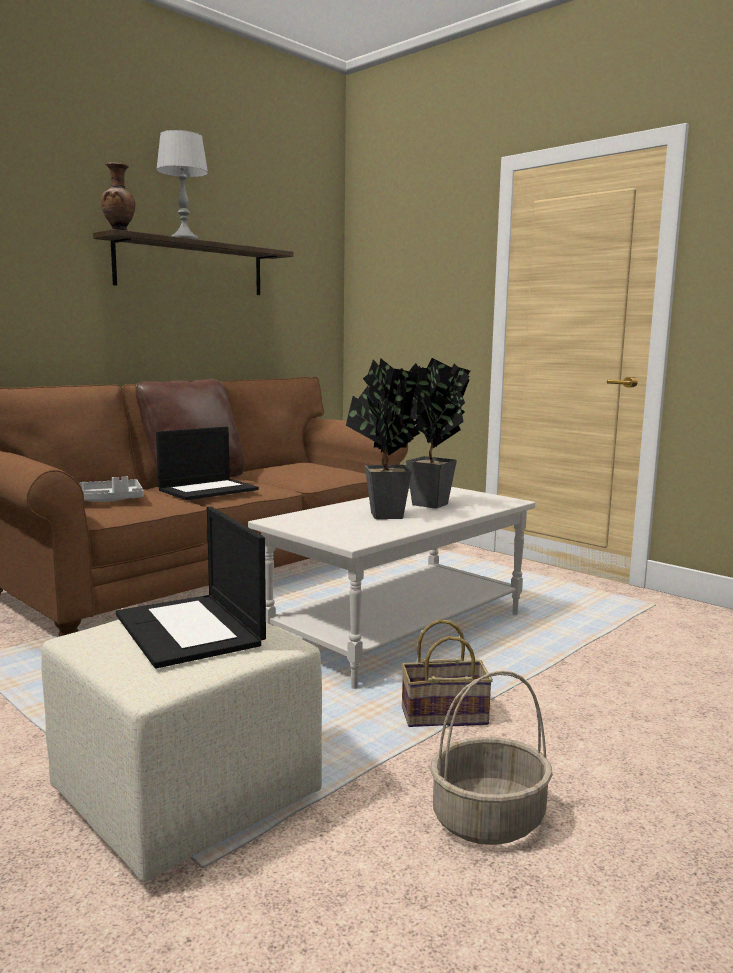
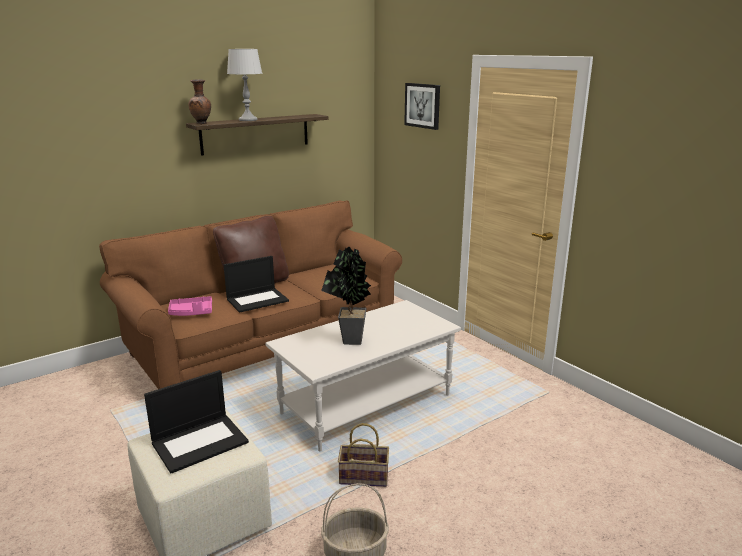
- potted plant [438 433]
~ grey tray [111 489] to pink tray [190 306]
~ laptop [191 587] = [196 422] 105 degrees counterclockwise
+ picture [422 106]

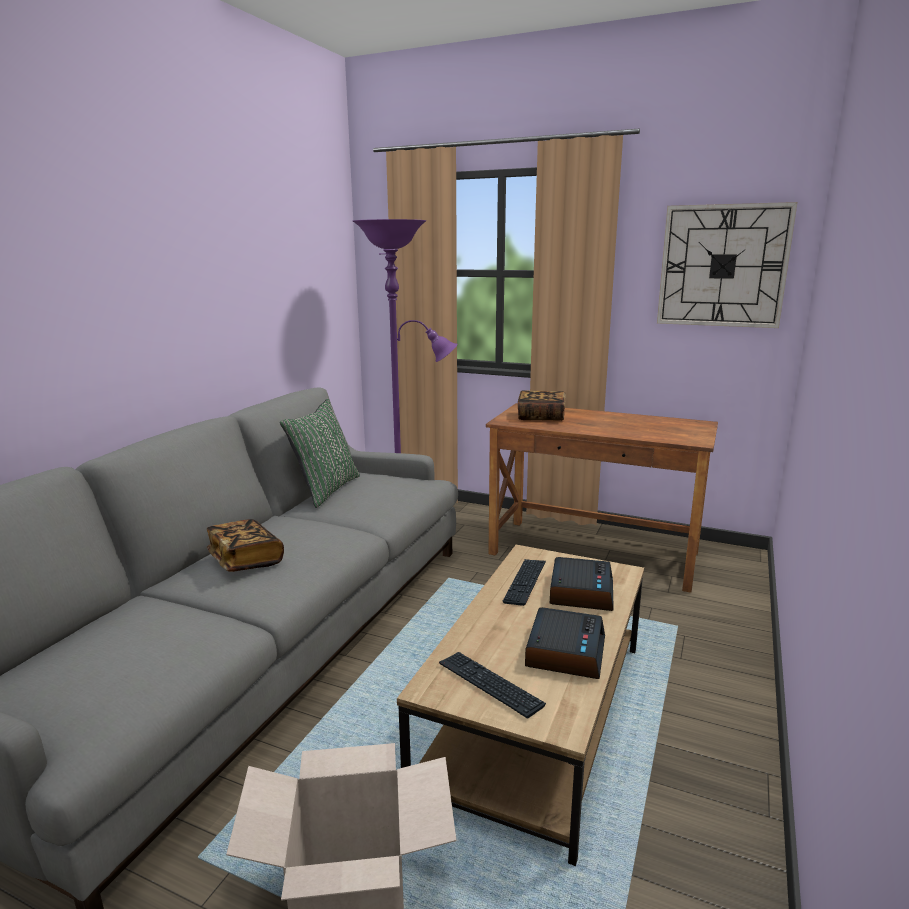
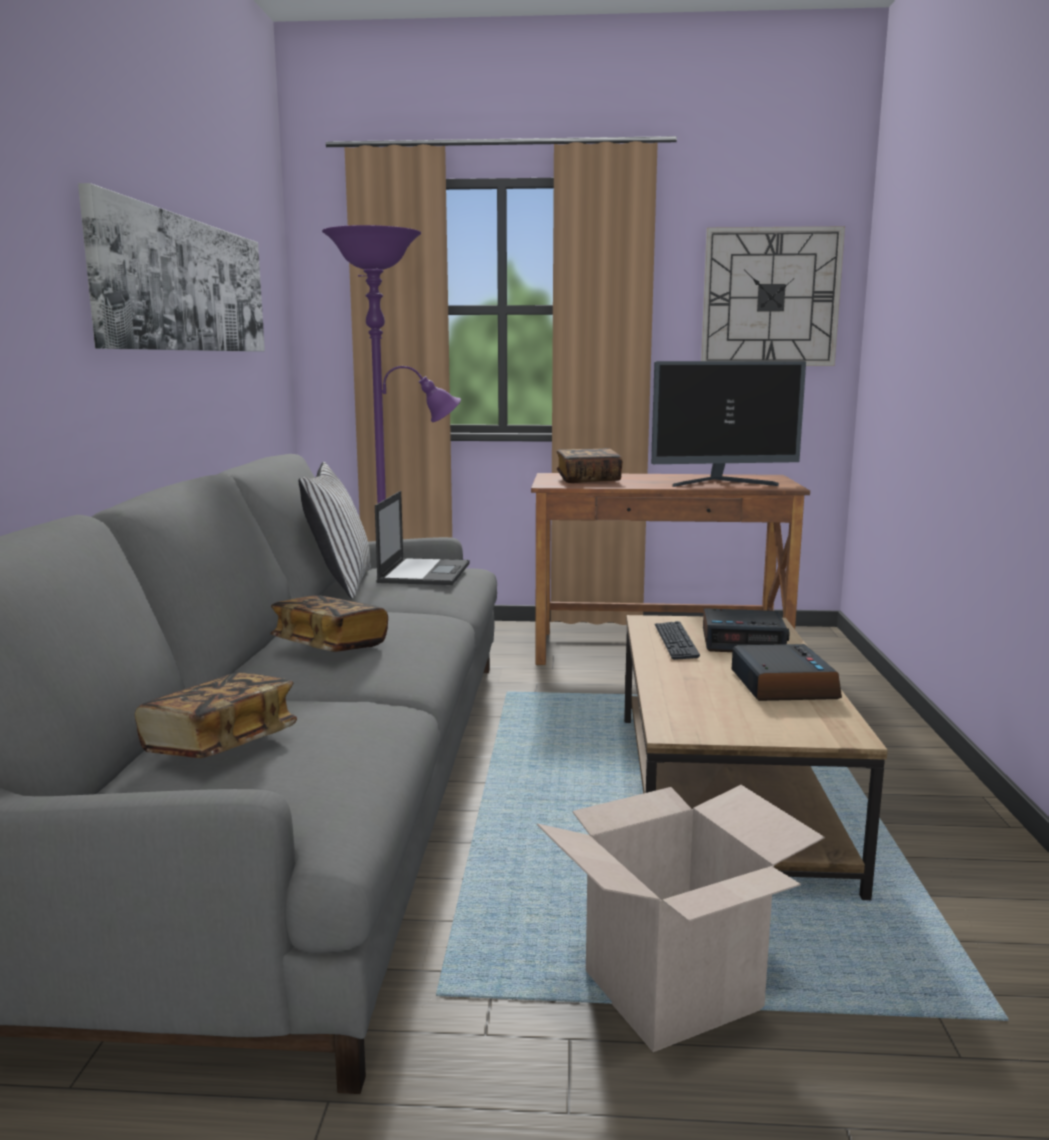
~ green pillow [320 453] to white pillow [335 530]
~ alarm clock [582 584] = [746 630] 105 degrees clockwise
- keyboard [492 685]
+ picture [171 267]
+ monitor [728 424]
+ laptop [422 538]
+ book [216 715]

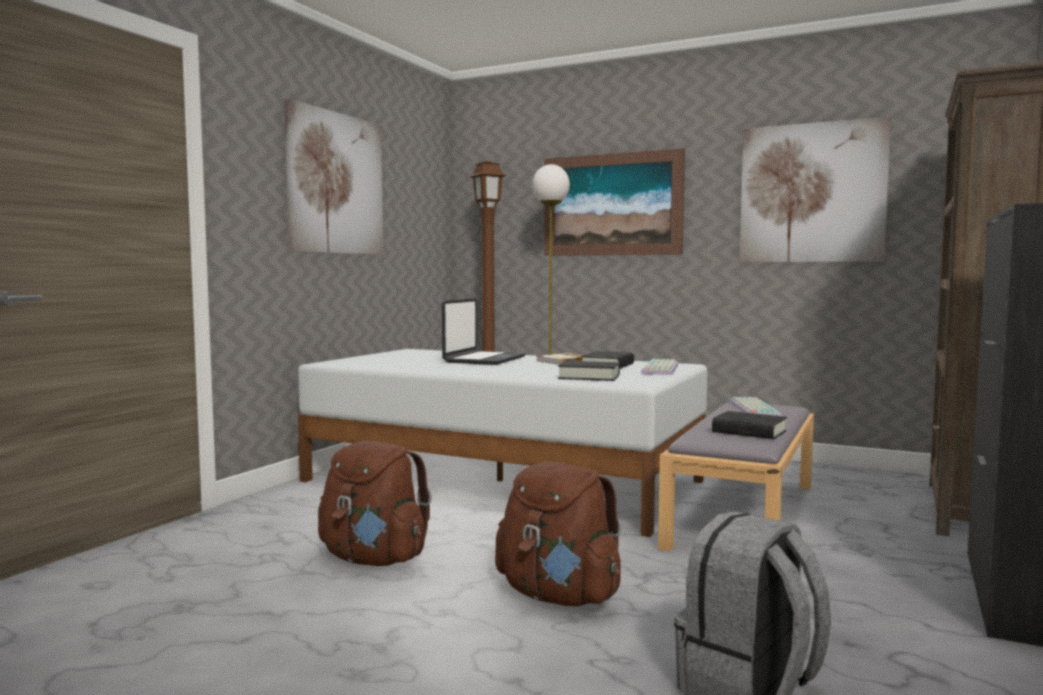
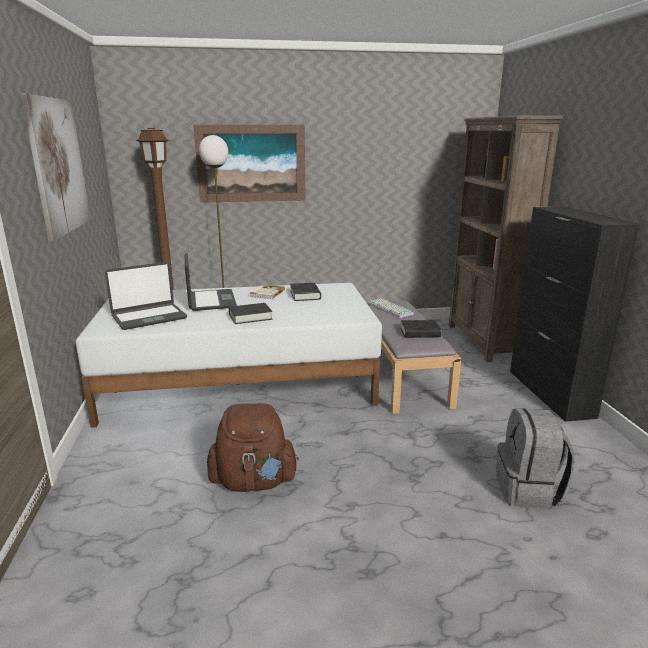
- picture [815 189]
- keyboard [659 367]
~ black book [589 371] to [251 313]
- brown backpack [558 534]
+ laptop [146 296]

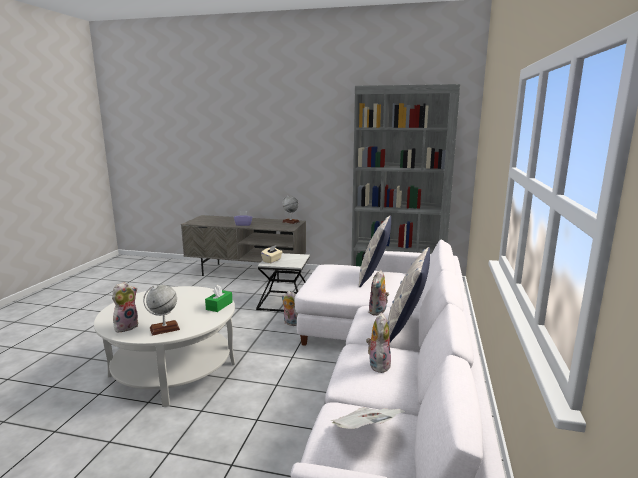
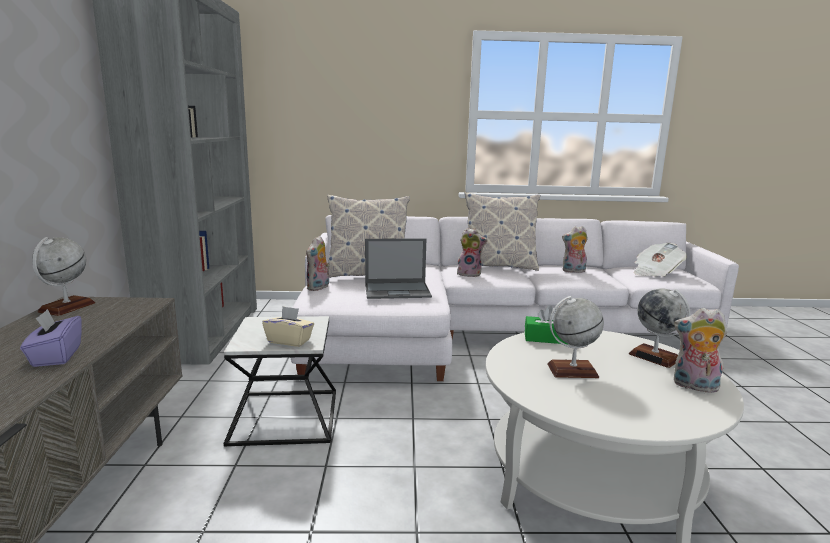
~ plush toy [290 308] to [318 263]
+ laptop [398 268]
+ globe [575 337]

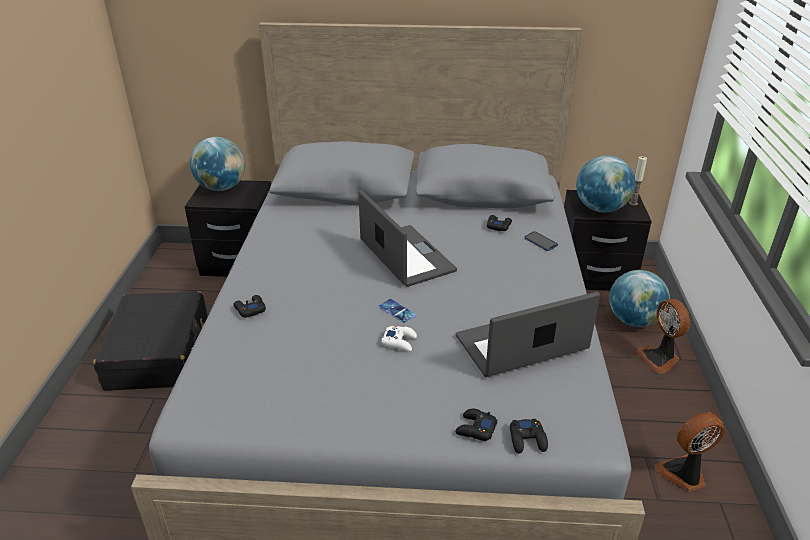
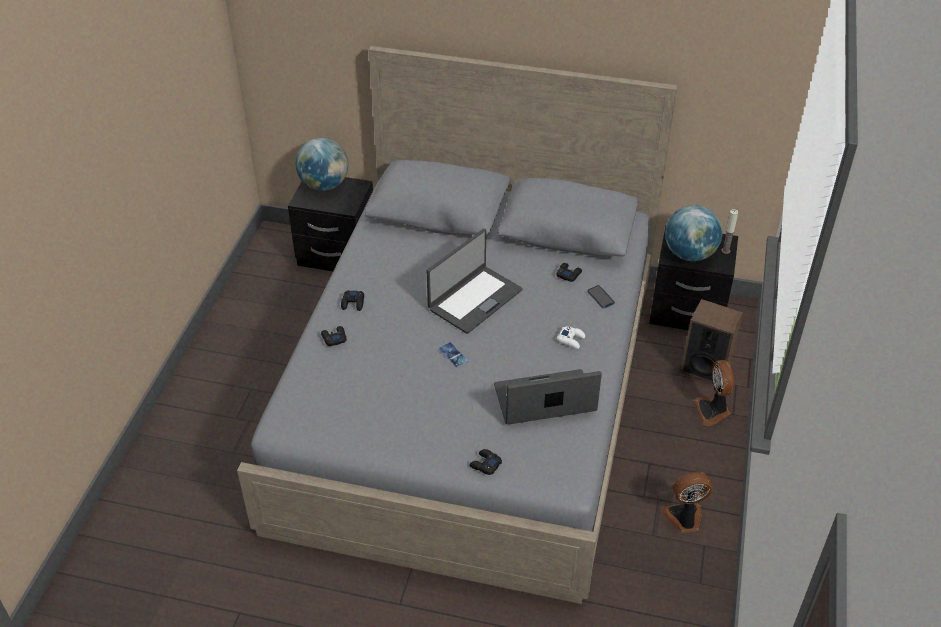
~ laptop [407 238] = [475 281] 60 degrees clockwise
~ globe [639 298] to speaker [711 341]
- black suitcase [150 341]
~ white game controller [399 339] to [571 337]
~ black game controller [529 436] to [352 300]

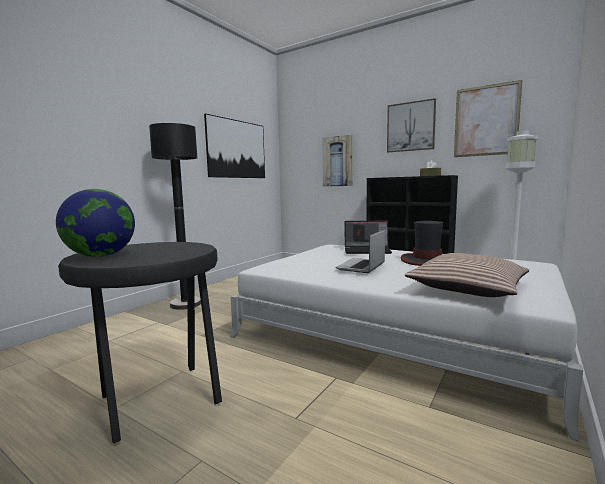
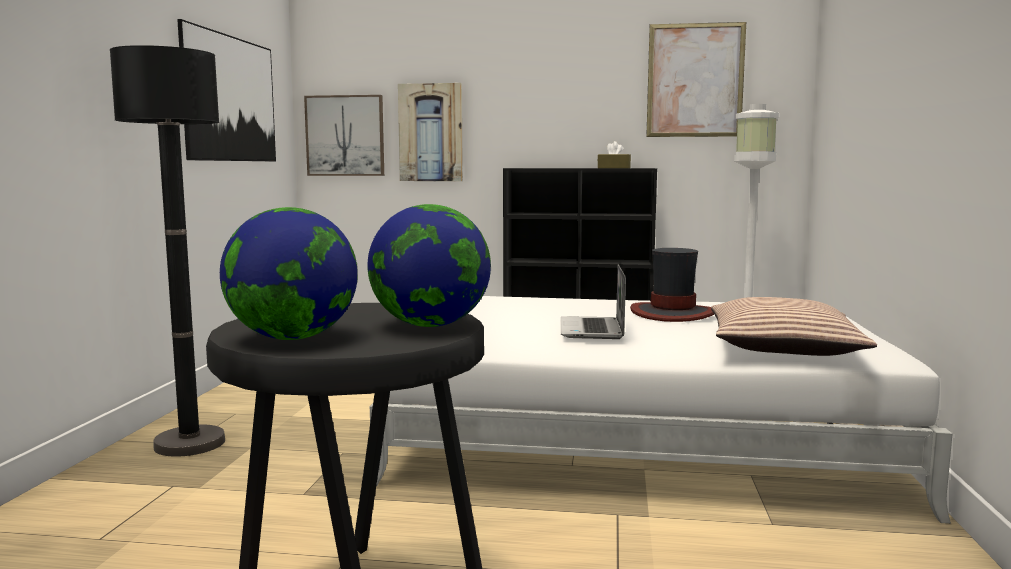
~ picture [411 125] to [344 135]
- laptop [368 237]
+ globe [429 265]

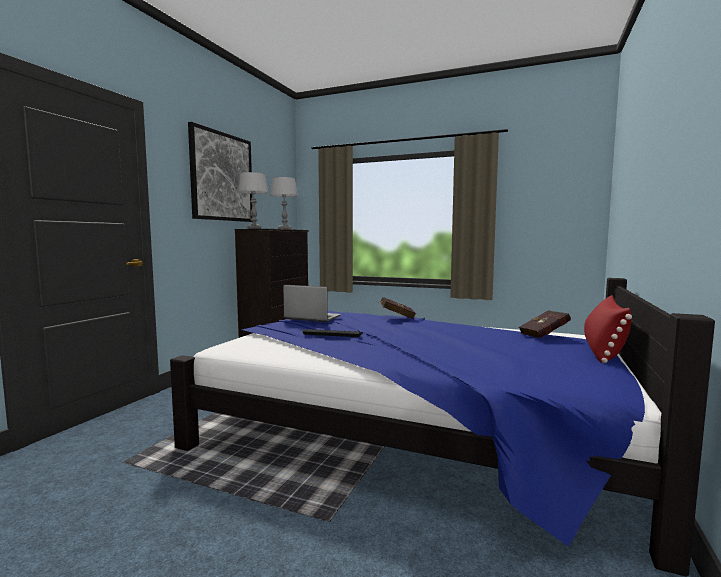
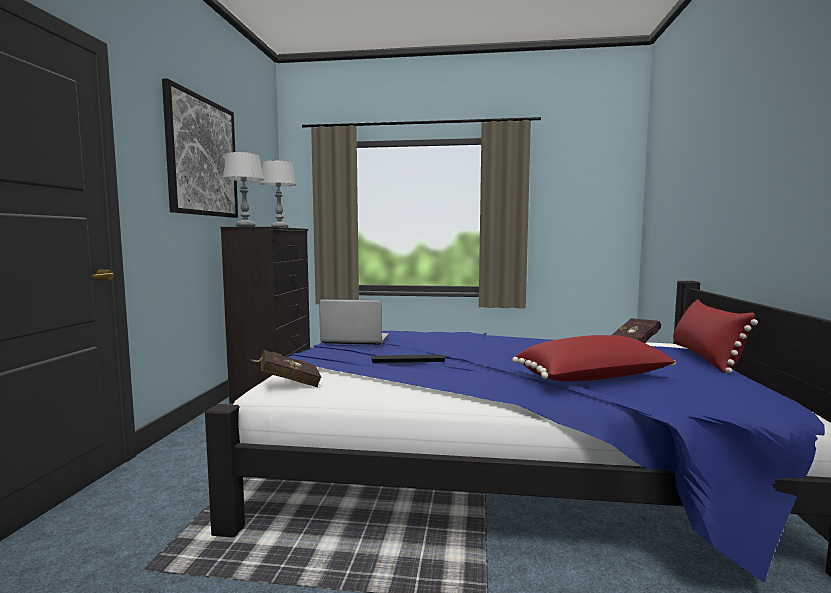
~ red book [397 308] to [287 368]
+ red pillow [594 358]

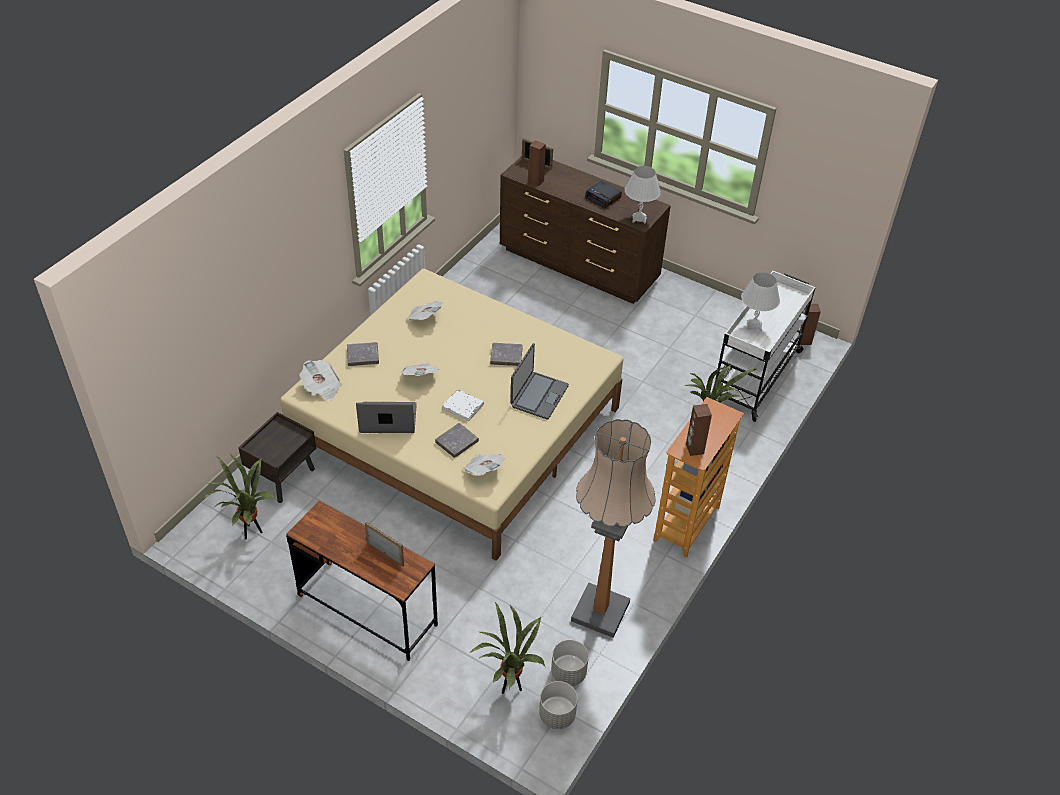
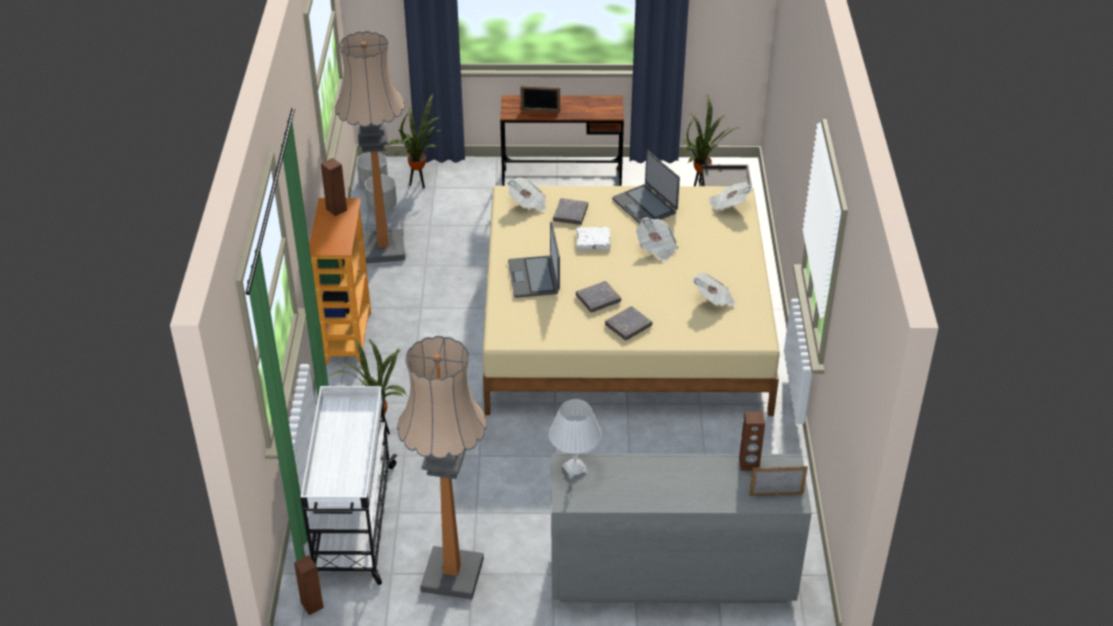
~ brown dresser [585 230] to grey dresser [681 528]
- alarm clock [603 194]
- white table lamp [760 301]
~ grey book [363 354] to [628 323]
~ laptop [386 417] = [646 187] 90 degrees clockwise
+ floor lamp [442 467]

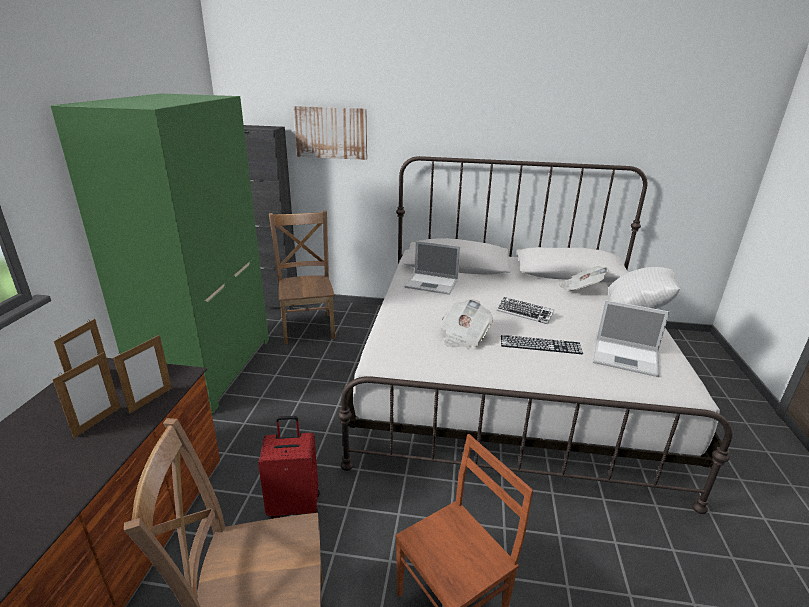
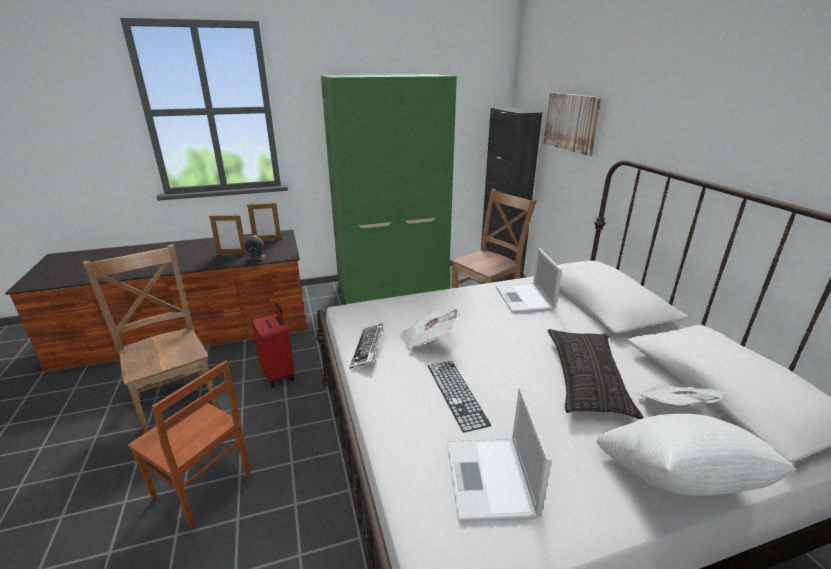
~ keyboard [525 310] to [366 346]
~ picture frame [142 374] to alarm clock [255 247]
+ pillow [596 374]

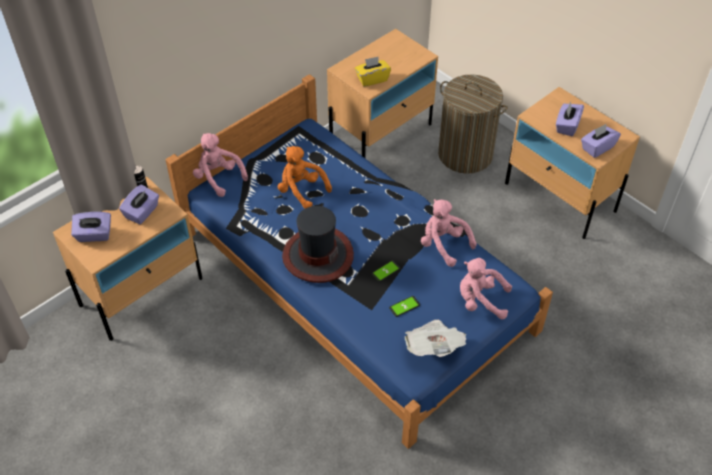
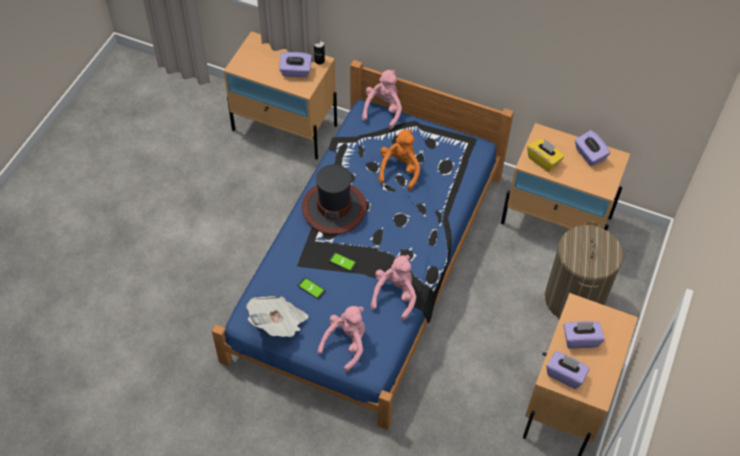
~ purple tissue box [91 227] to [592 148]
~ pink plush toy [486 288] = [341 339] 45 degrees clockwise

